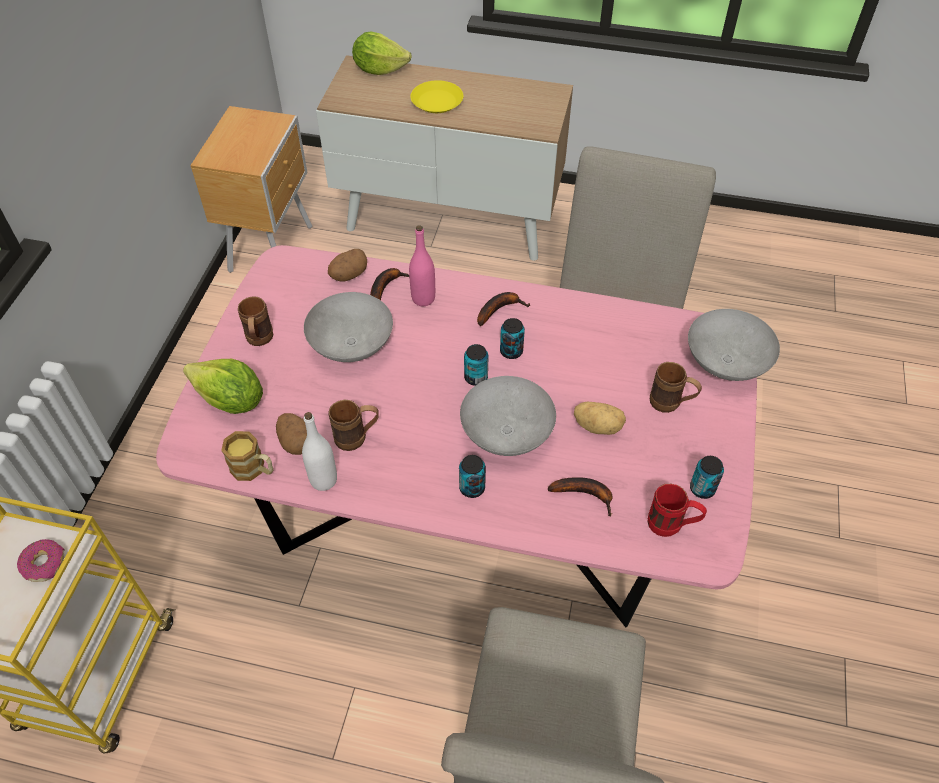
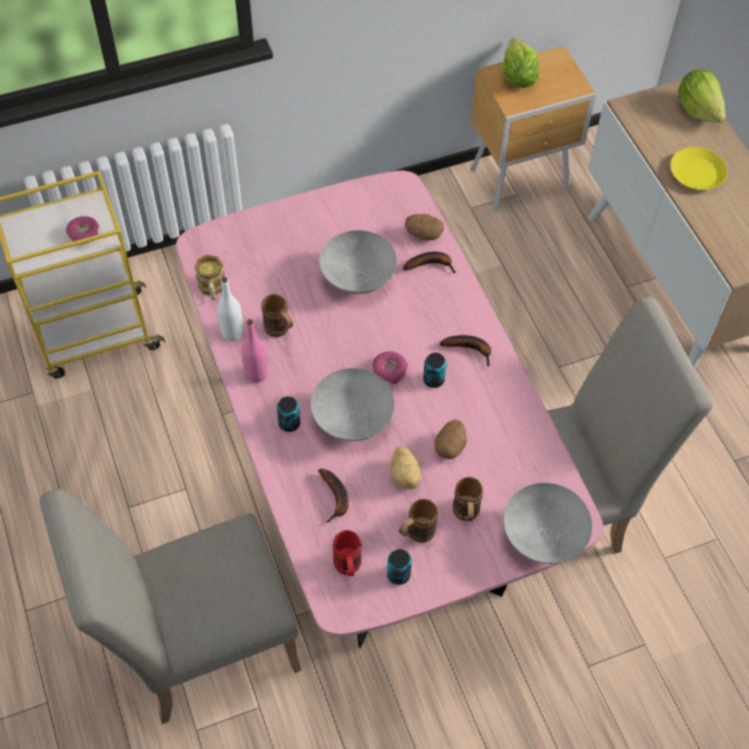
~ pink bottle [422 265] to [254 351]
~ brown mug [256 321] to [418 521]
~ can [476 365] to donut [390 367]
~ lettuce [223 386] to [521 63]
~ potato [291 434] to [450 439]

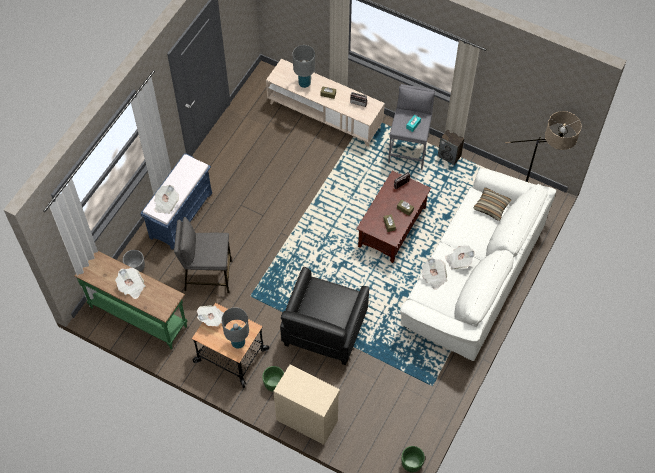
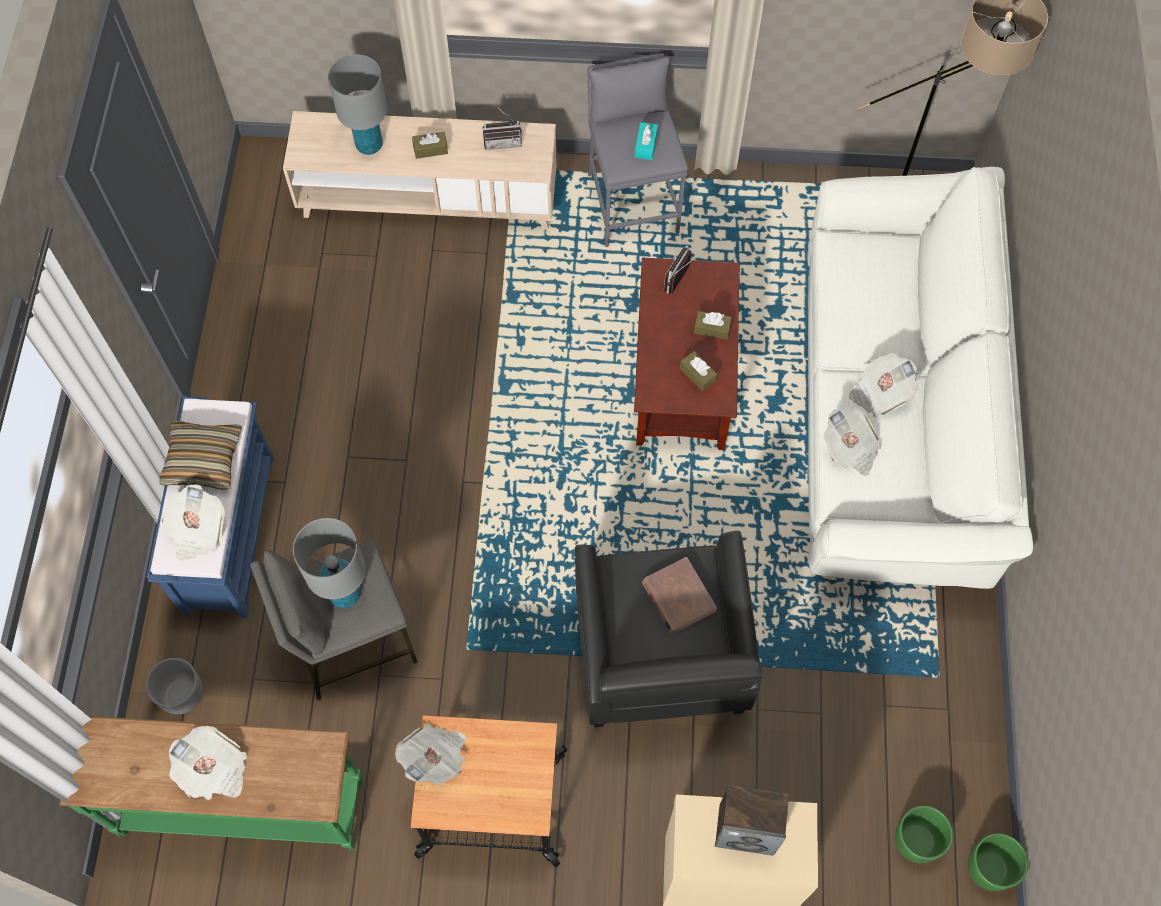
~ speaker [451 147] to [752 820]
~ pillow [492 204] to [201 455]
~ grey table lamp [235 328] to [329 563]
~ green planter [273 379] to [924 835]
+ brown book [679 595]

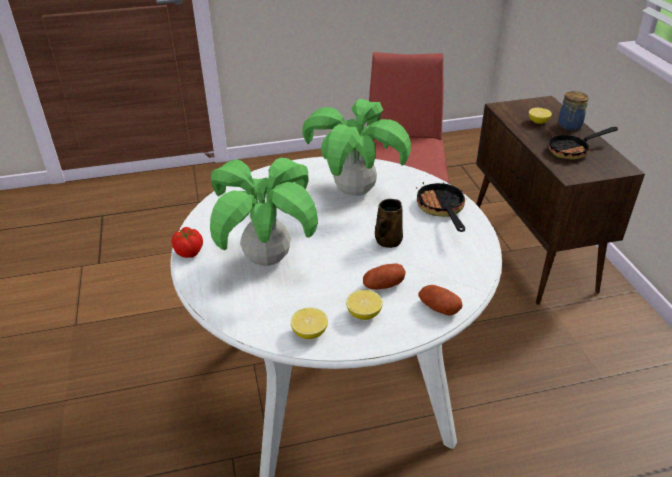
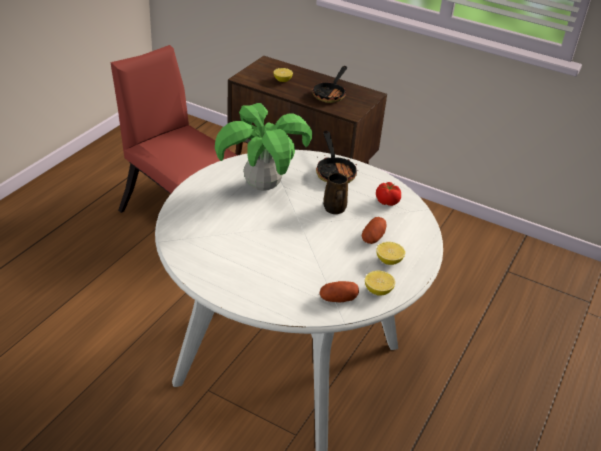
- jar [573 110]
- potted plant [264 212]
~ frying pan [440 207] = [337 157] 135 degrees counterclockwise
~ tomato [187 242] to [388 194]
~ potato [440 300] to [339 291]

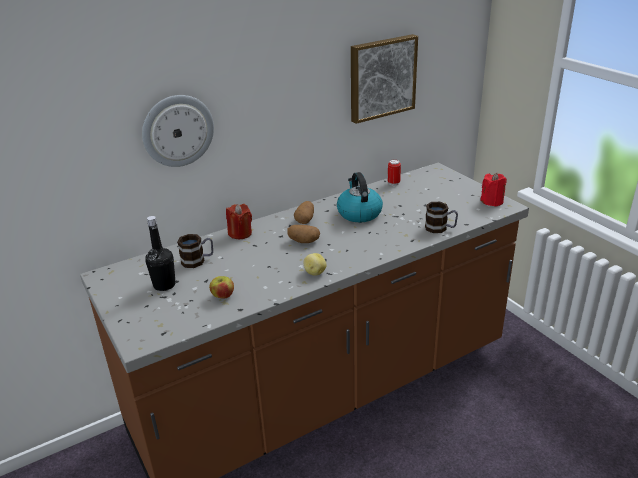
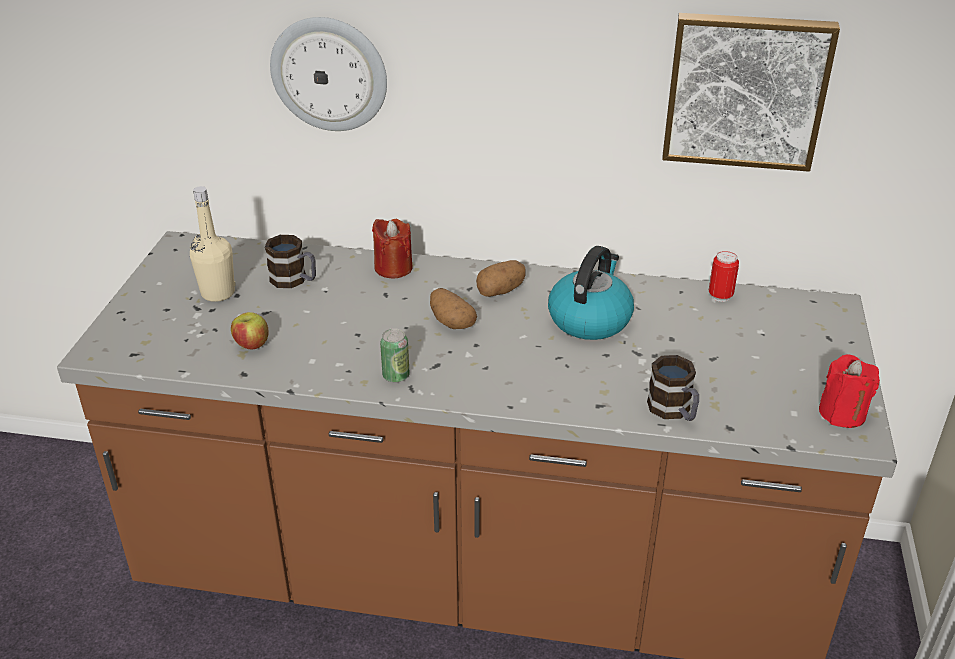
~ black bottle [161 253] to beige bottle [213 244]
~ potato [315 264] to can [395 355]

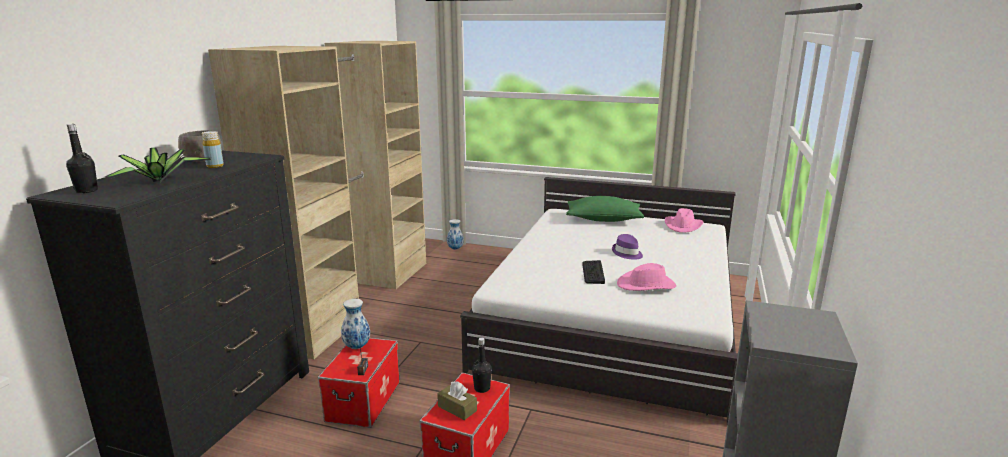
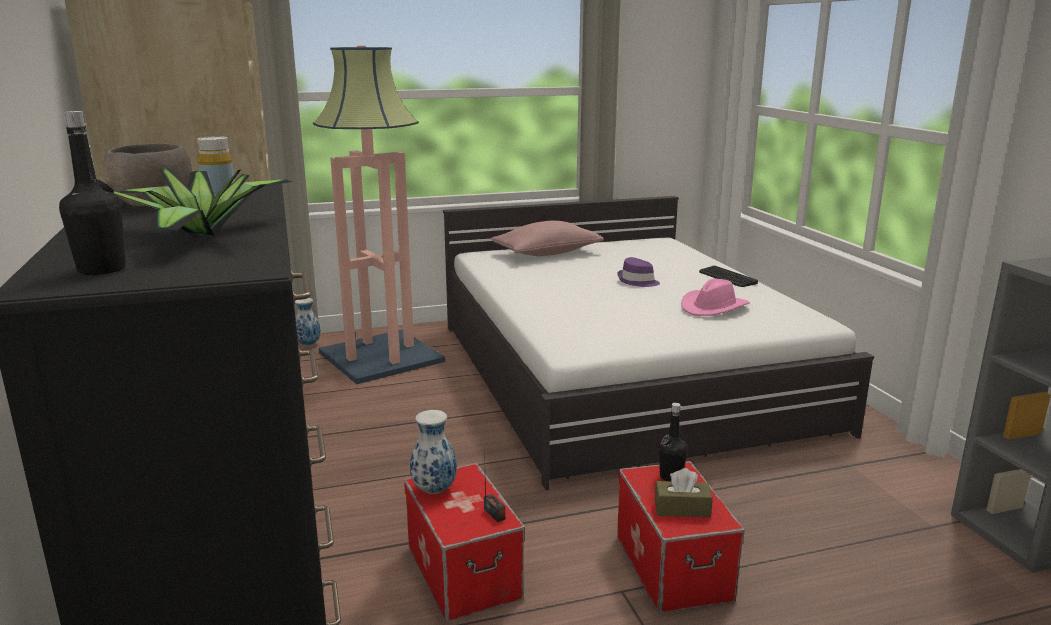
~ green pillow [605 209] to pink pillow [547 238]
- pink hat [684 220]
~ keyboard [593 272] to [728 276]
+ floor lamp [379 215]

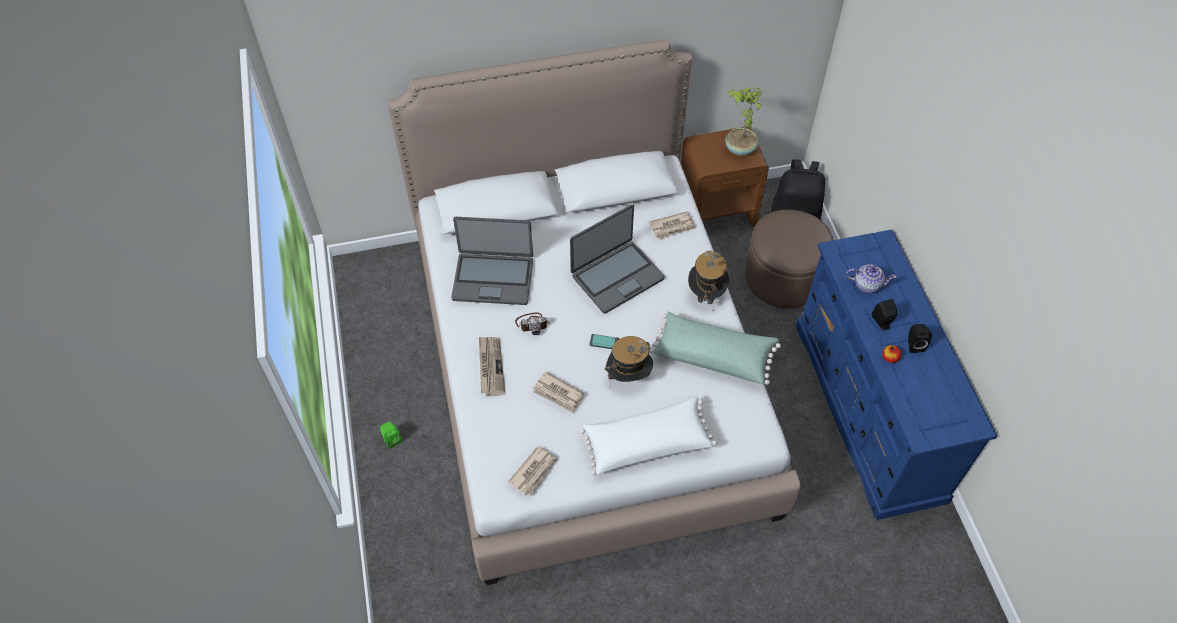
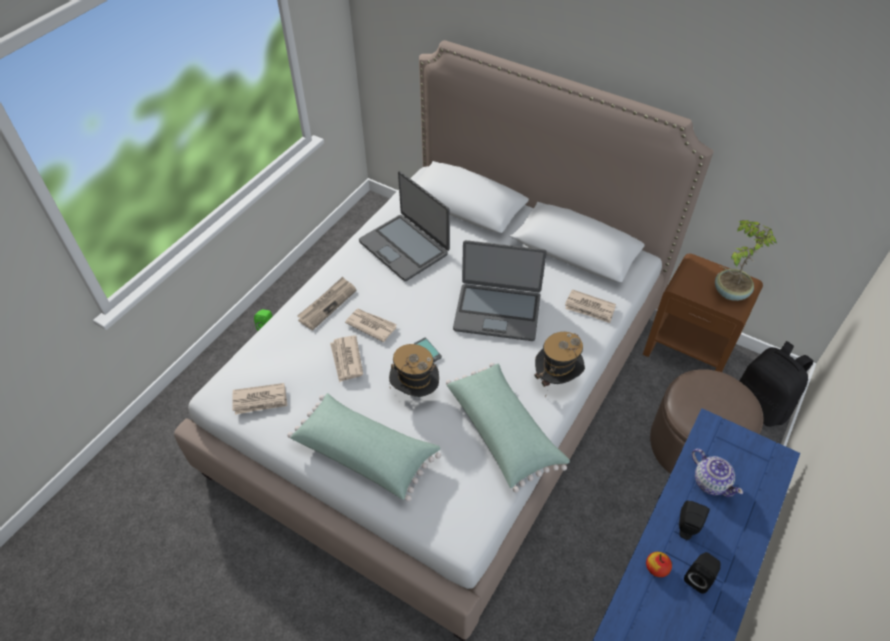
- photo camera [532 324]
~ white pillow [648 435] to green pillow [364 447]
+ newspaper [371 325]

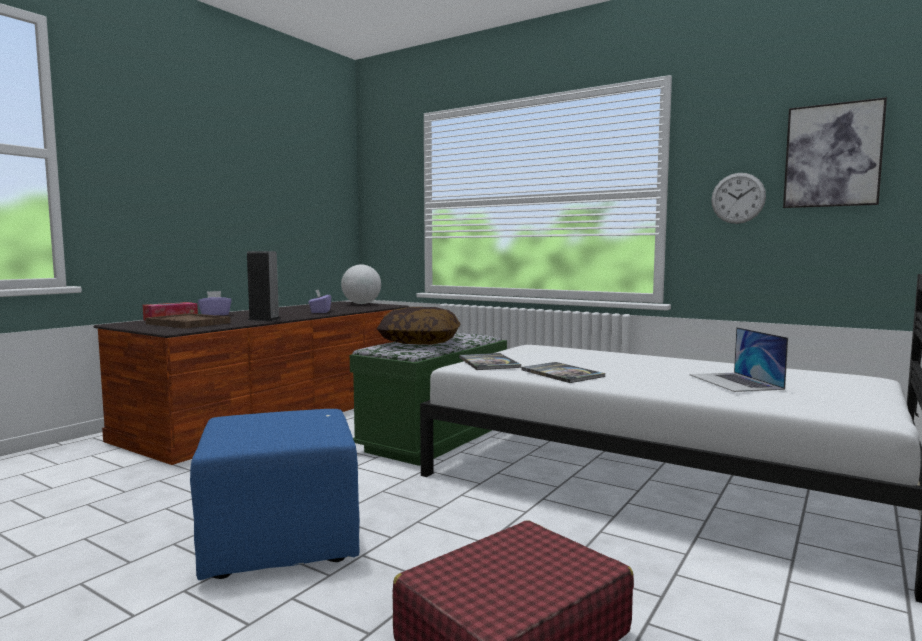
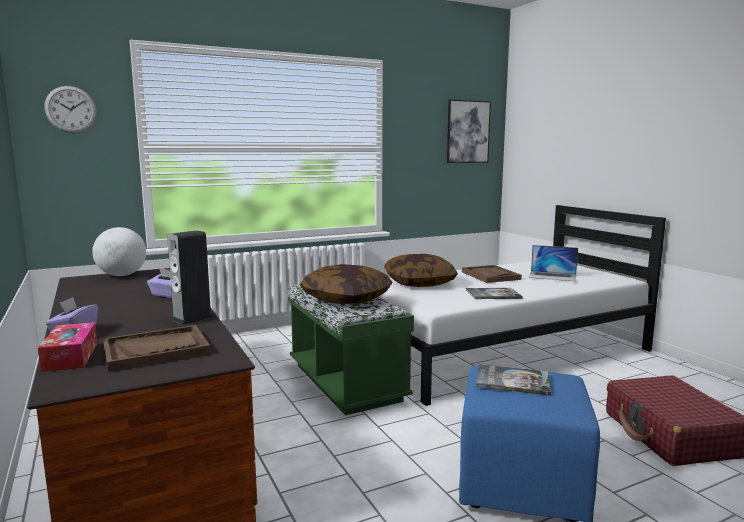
~ wall clock [738 198] to [70 109]
~ book [490 361] to [513 380]
+ pillow [421 270]
+ brown tray [492 274]

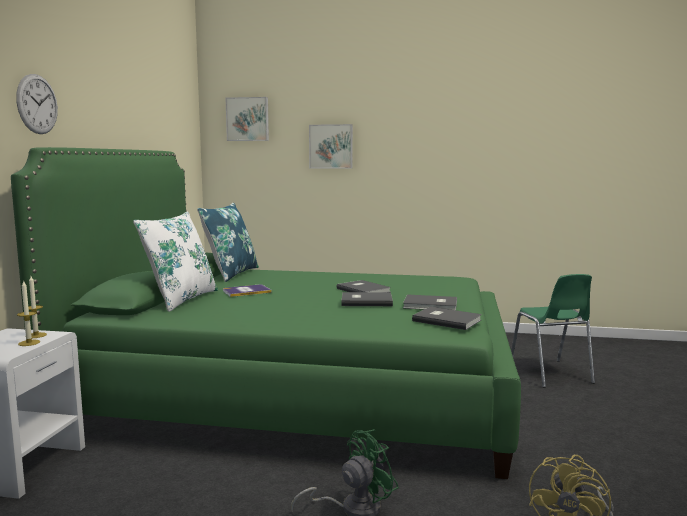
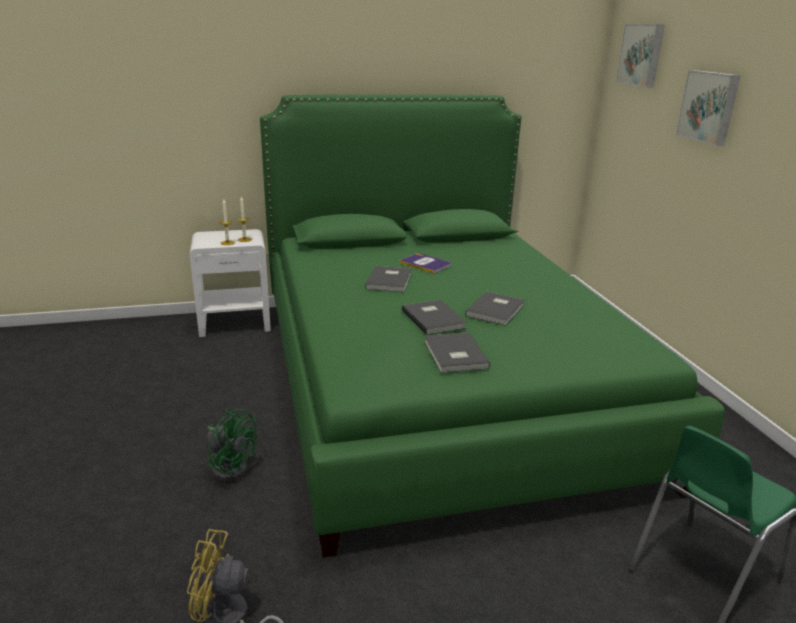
- wall clock [37 104]
- blue pillow [228 242]
- white pillow [175 261]
~ grey book [447 318] to [388 279]

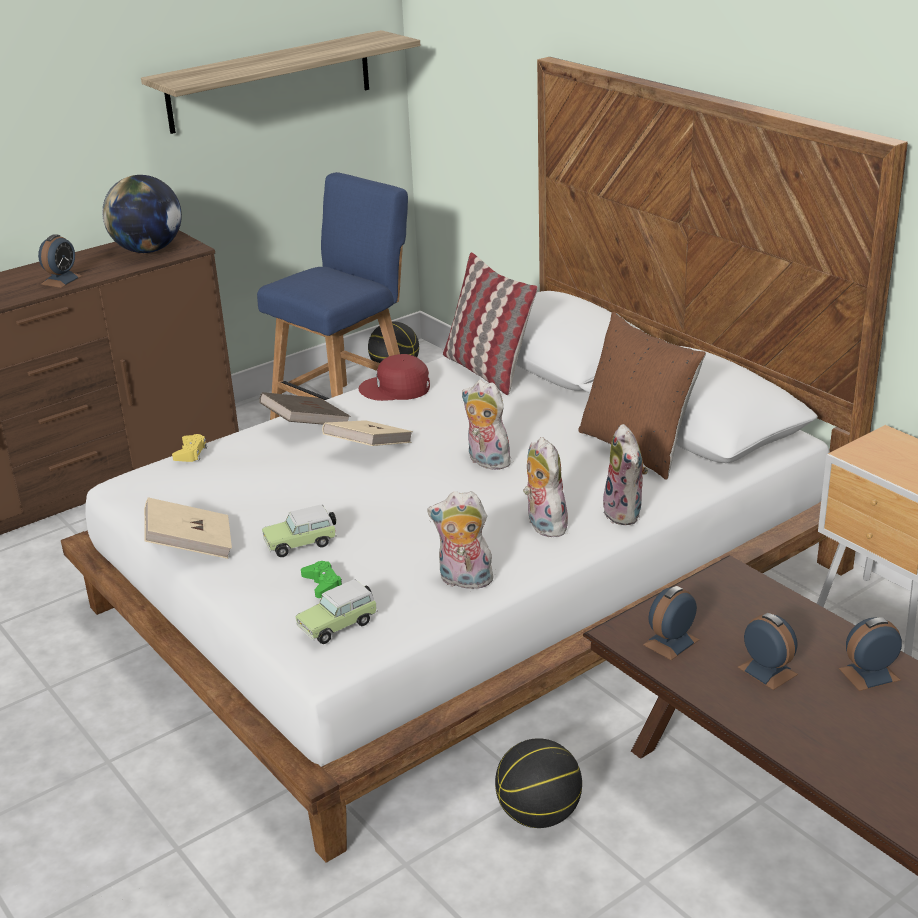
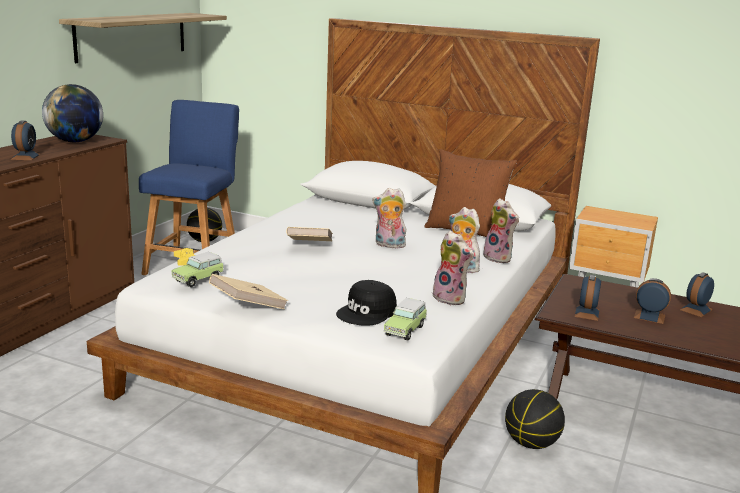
- pillow [490 323]
- red cap [394 377]
- brown book [304 408]
~ plush toy [461 540] = [453 268] 120 degrees counterclockwise
~ toy car [299 531] to [198 269]
~ green game controller [321 579] to black cap [366 303]

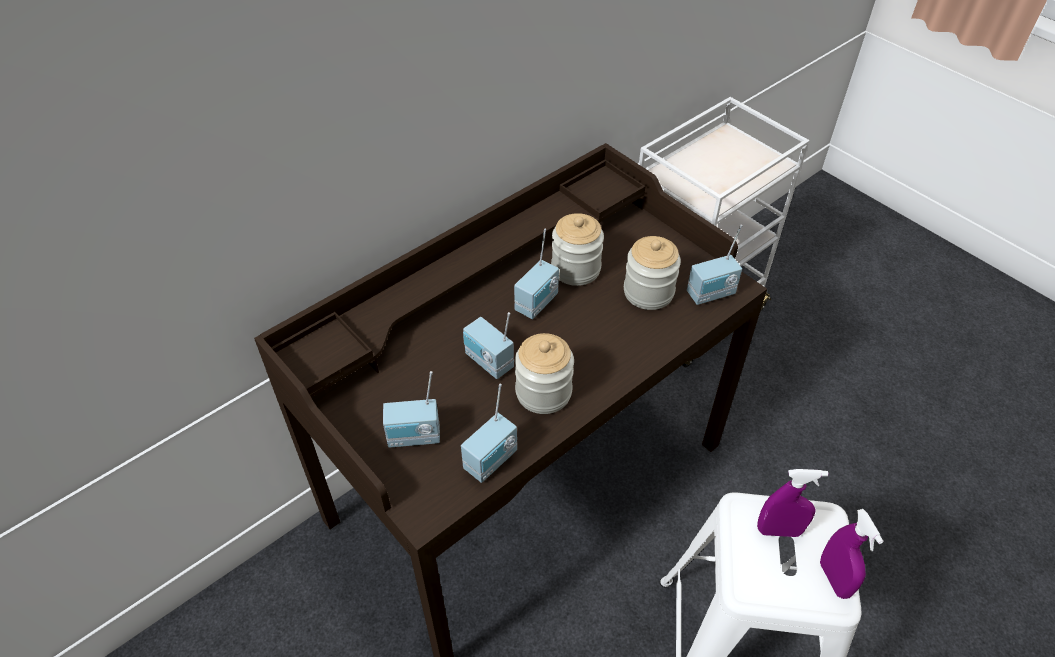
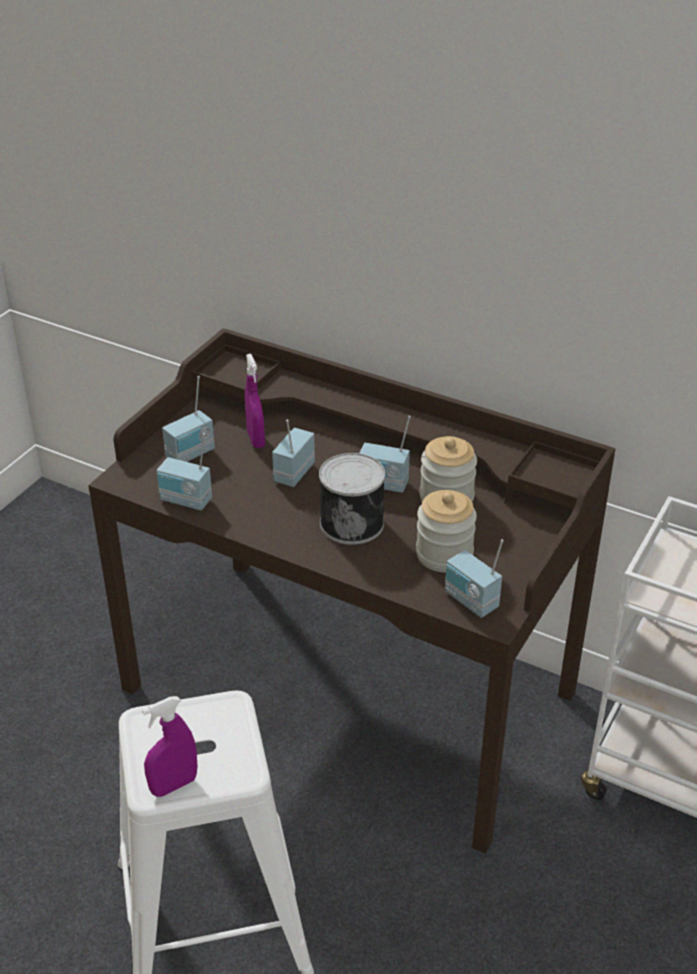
- jar [544 373]
~ radio [411 409] = [188 419] 105 degrees counterclockwise
~ purple spray bottle [792 503] to [255 401]
+ can [352 499]

